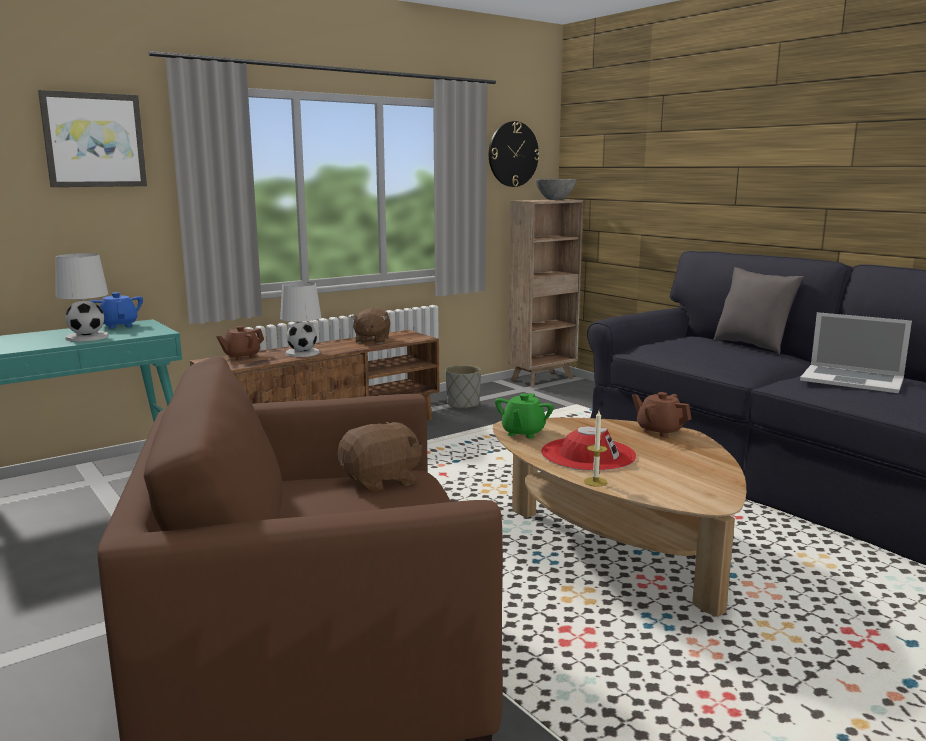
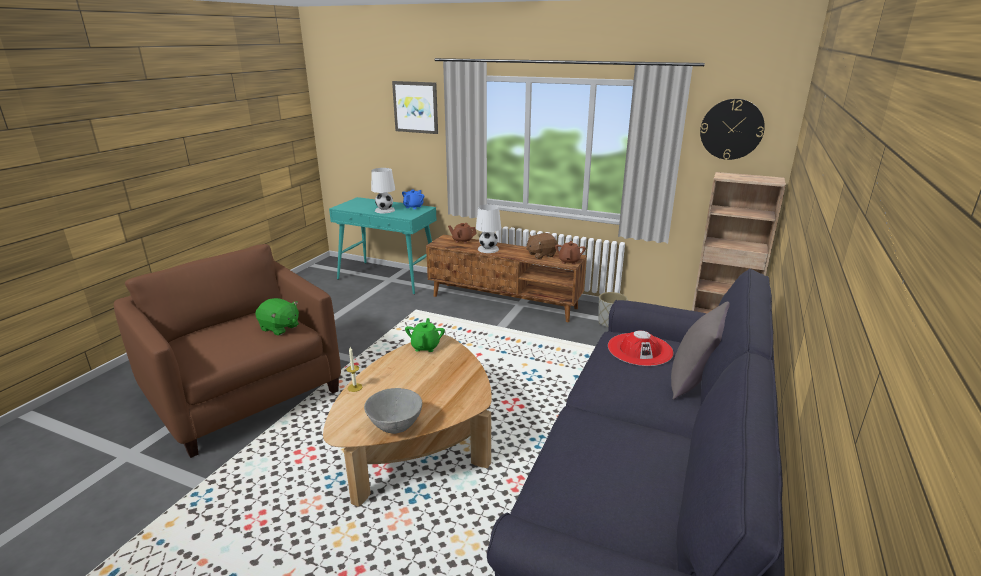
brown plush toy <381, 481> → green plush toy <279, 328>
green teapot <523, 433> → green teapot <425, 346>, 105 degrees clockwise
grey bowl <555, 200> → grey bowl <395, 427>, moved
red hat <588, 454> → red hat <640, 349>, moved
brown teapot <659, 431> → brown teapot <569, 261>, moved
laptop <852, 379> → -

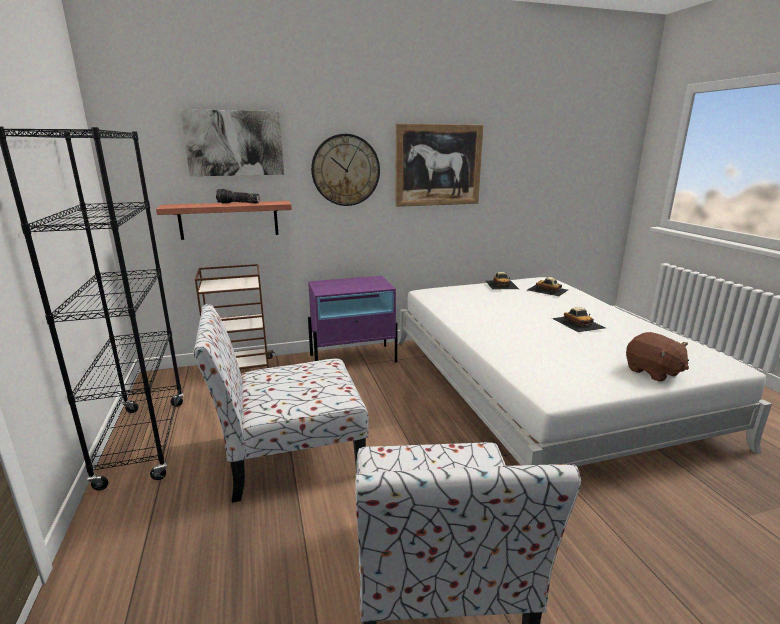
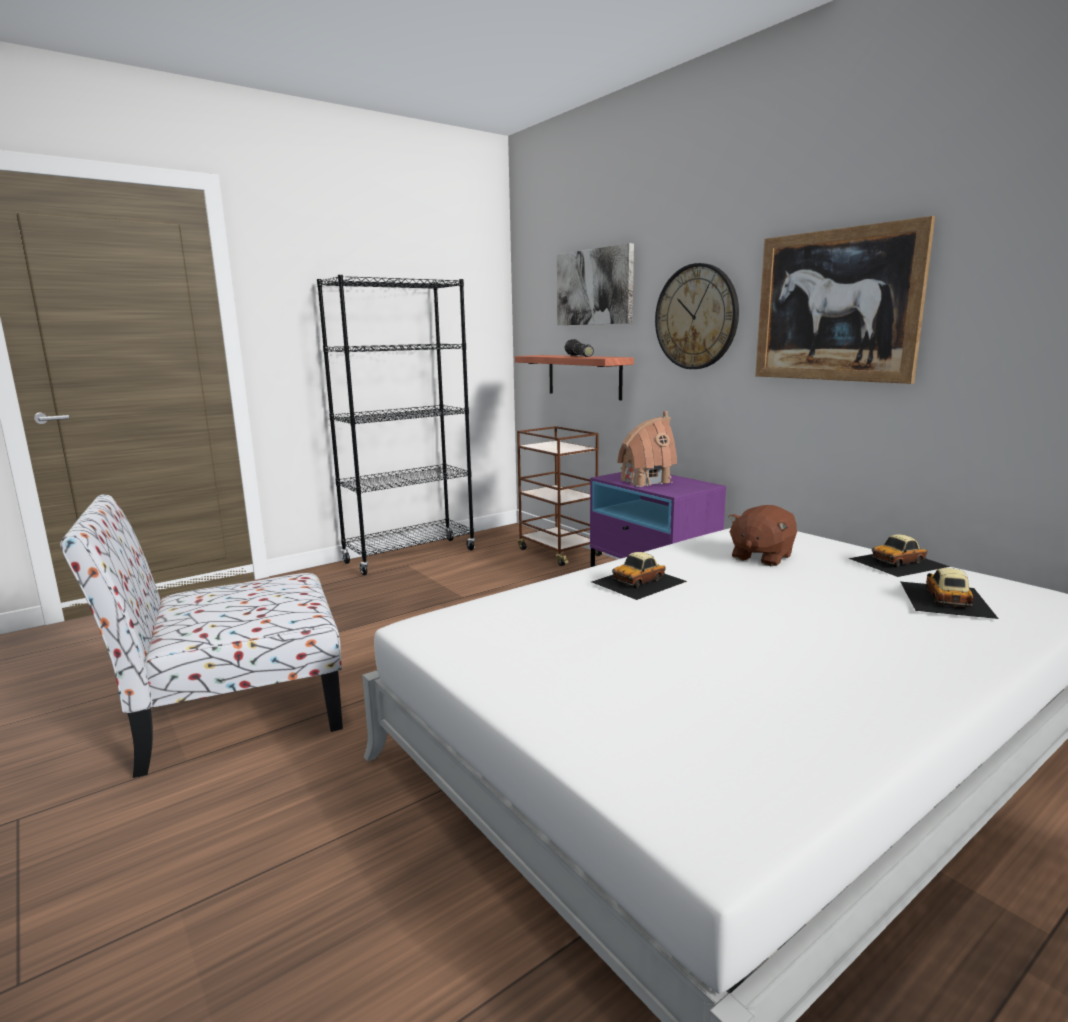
chair <290, 456> → -
toy car <578, 323> → toy car <639, 581>, moved
brown plush toy <653, 372> → brown plush toy <761, 557>, moved
- → toy house <645, 481>

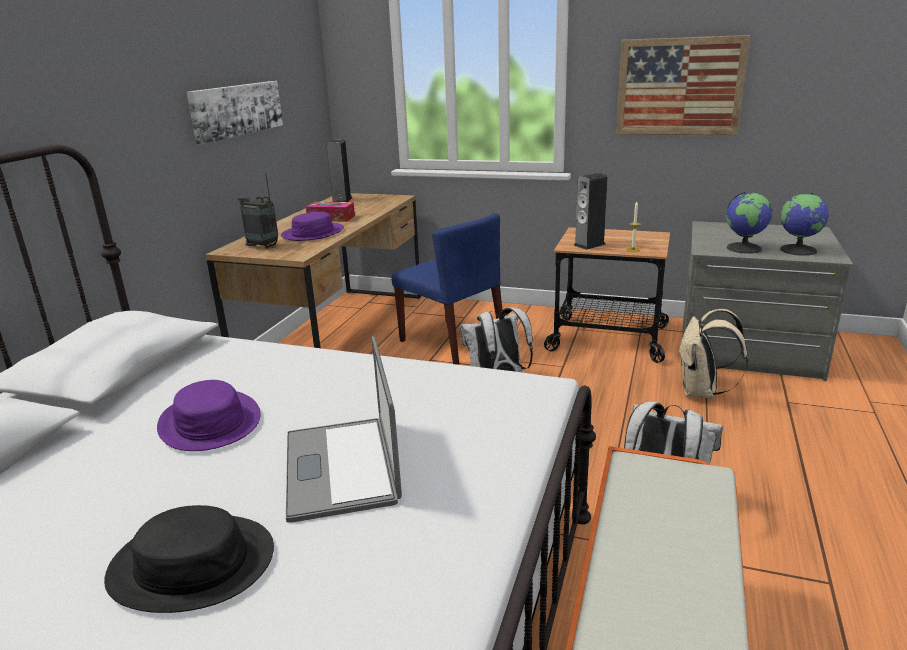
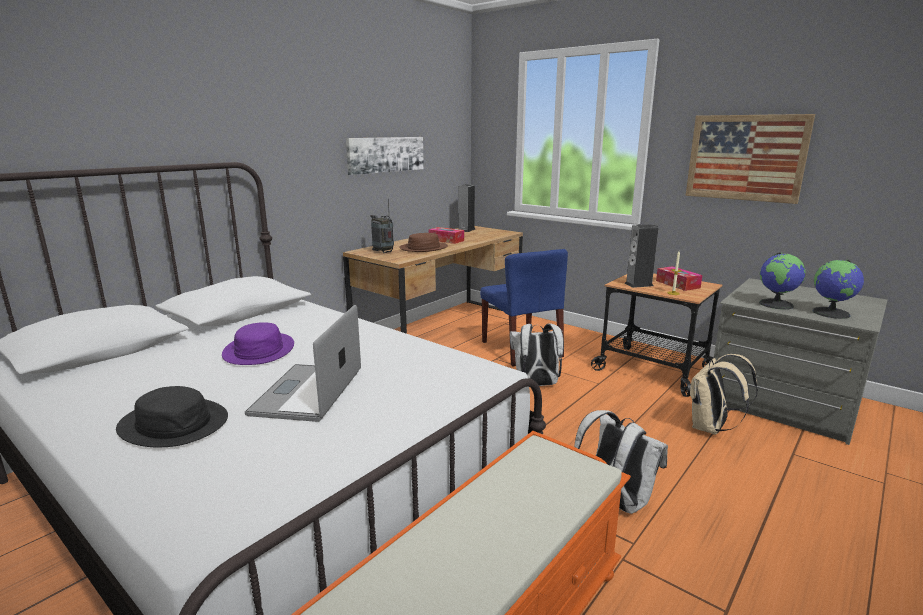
purple hat <313, 233> → brown hat <423, 248>
- → tissue box <677, 284>

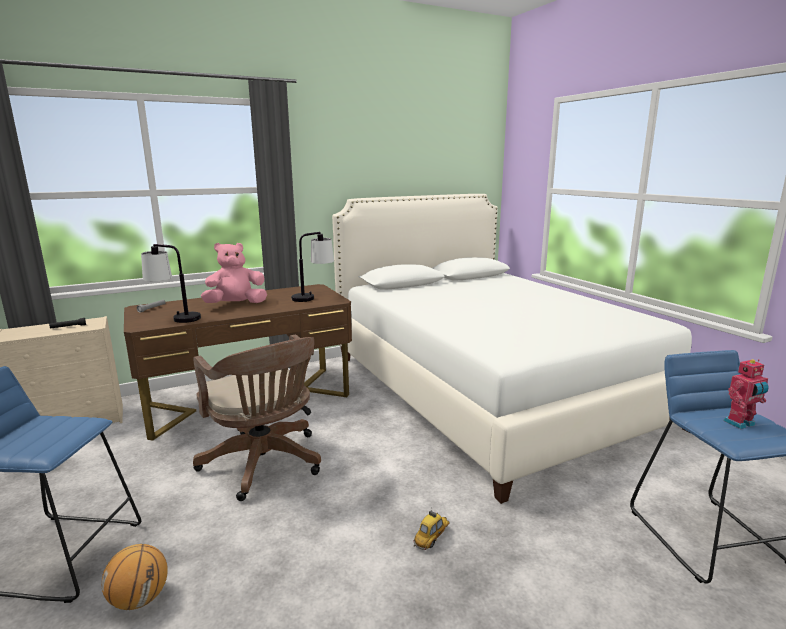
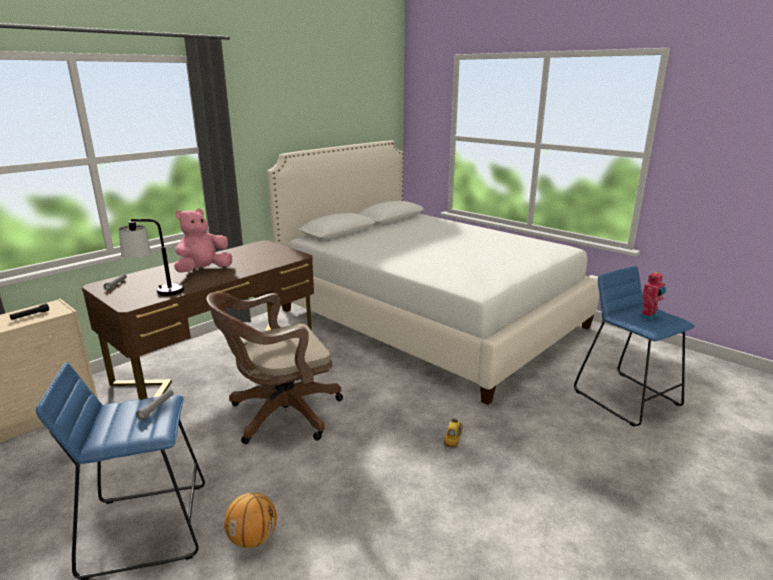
brown office chair <265, 464> → brown office chair <280, 414>, 120 degrees clockwise
table lamp <313, 297> → -
- → grey flashlight <156, 408>

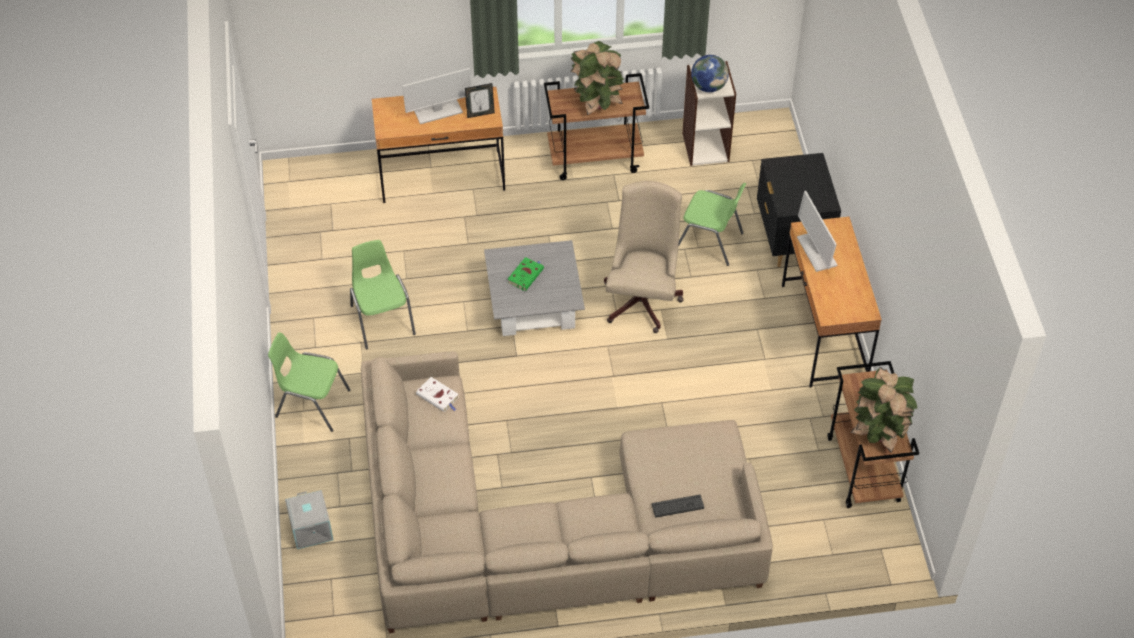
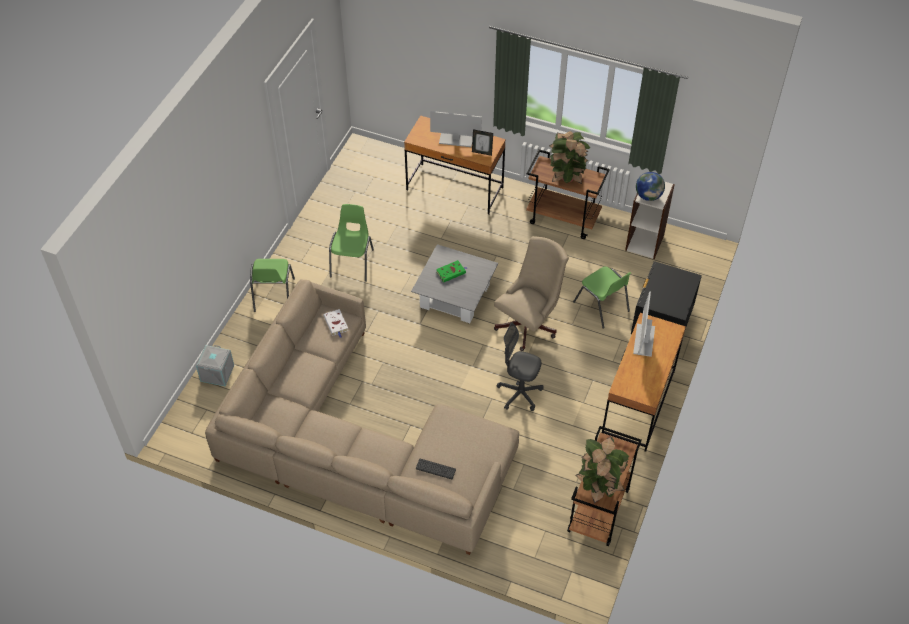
green chair <311, 403> → green chair <273, 295>, 135 degrees counterclockwise
- → grey office chair <519, 393>

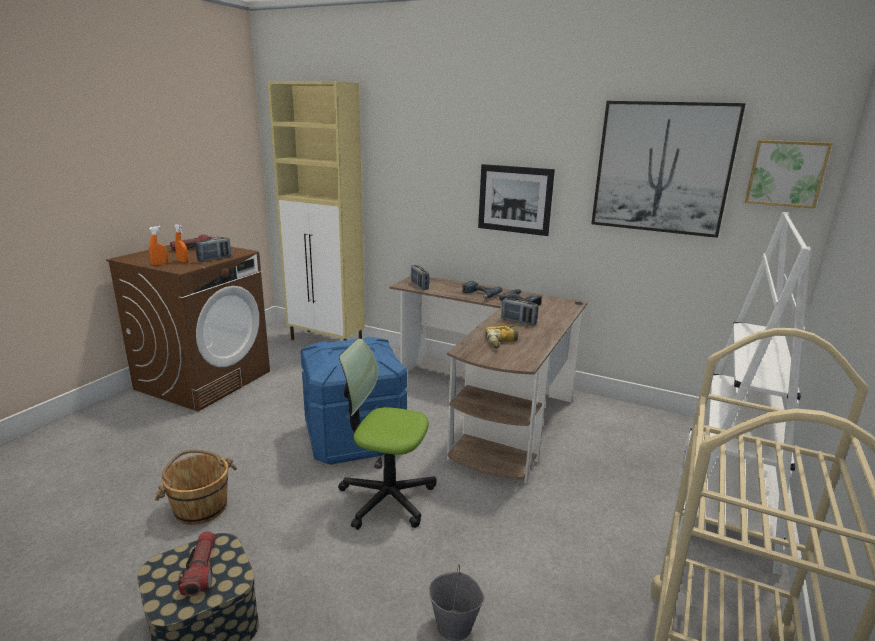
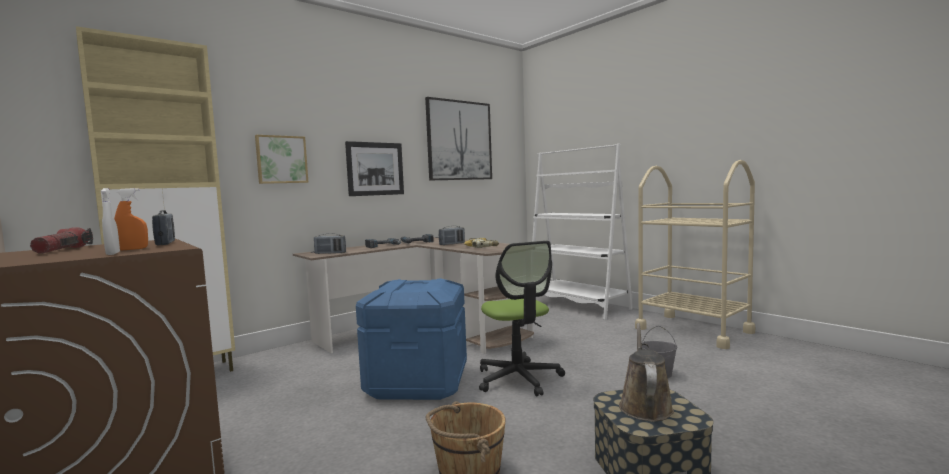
orange spray bottle <159, 264> → white spray bottle <113, 253>
flashlight <201, 570> → brown watering can <644, 406>
office chair <387, 498> → office chair <518, 378>, 60 degrees counterclockwise
picture <786, 173> → picture <281, 159>, moved

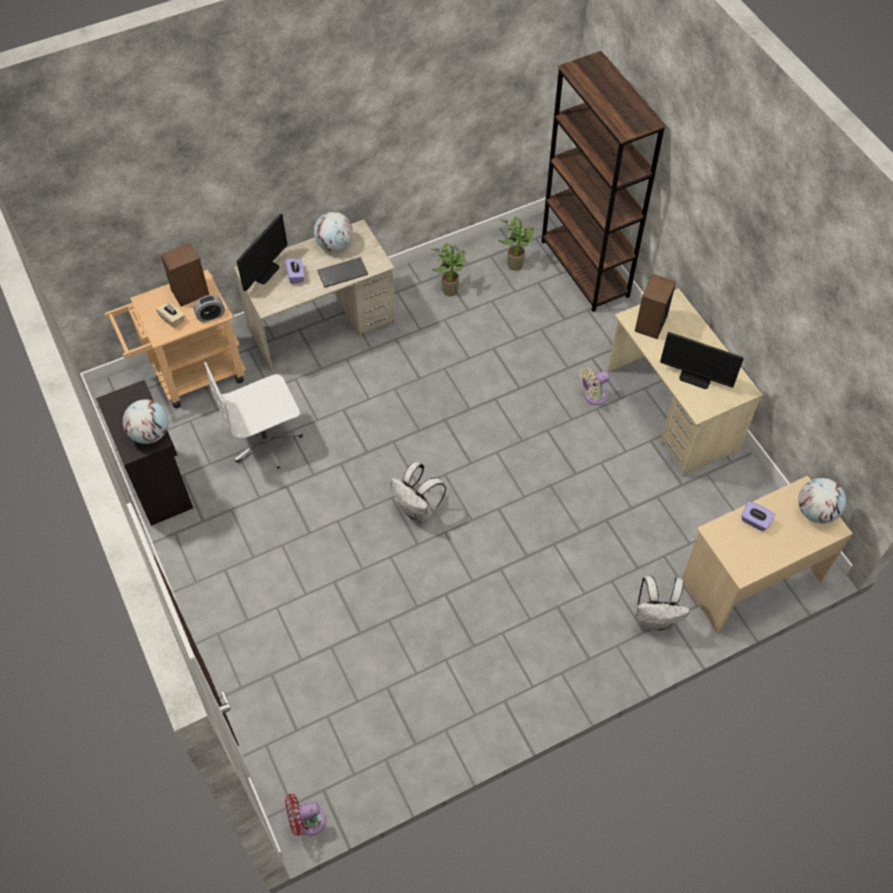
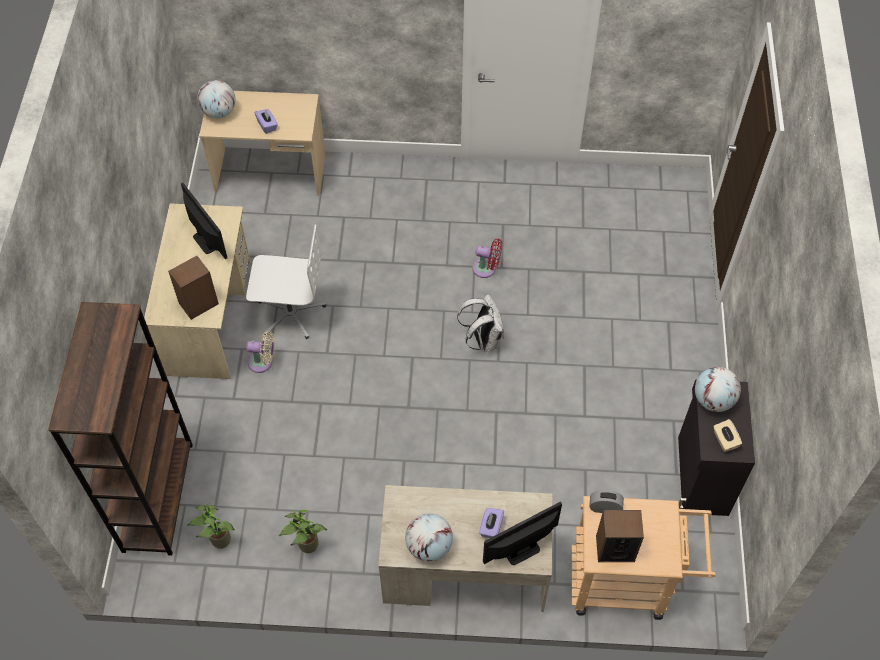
beige tissue box <172, 319> → beige tissue box <724, 440>, moved
white office chair <266, 441> → white office chair <290, 312>, moved
red fan <307, 821> → red fan <486, 269>, moved
keyboard <343, 272> → -
white backpack <655, 619> → -

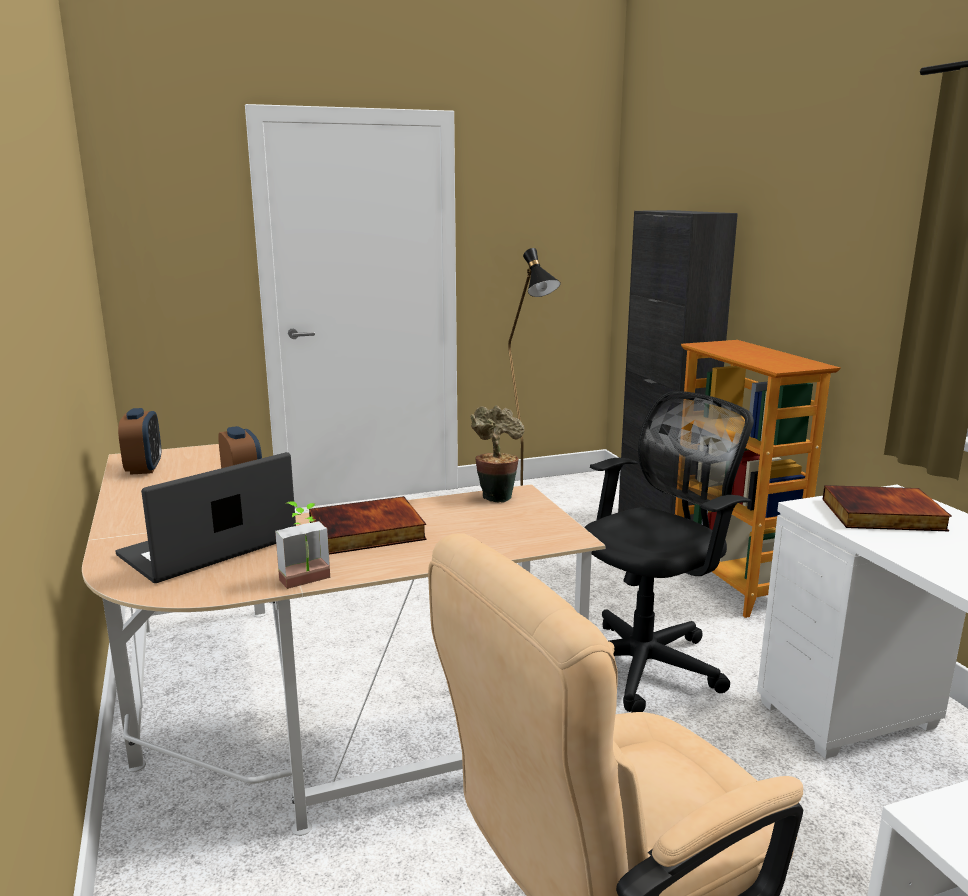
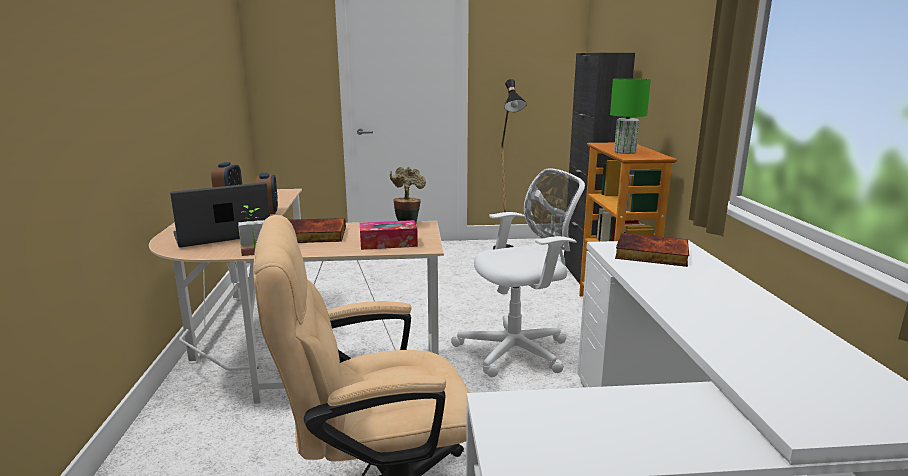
black office chair <646, 664> → white office chair <518, 350>
- → tissue box <388, 243>
- → green table lamp <624, 152>

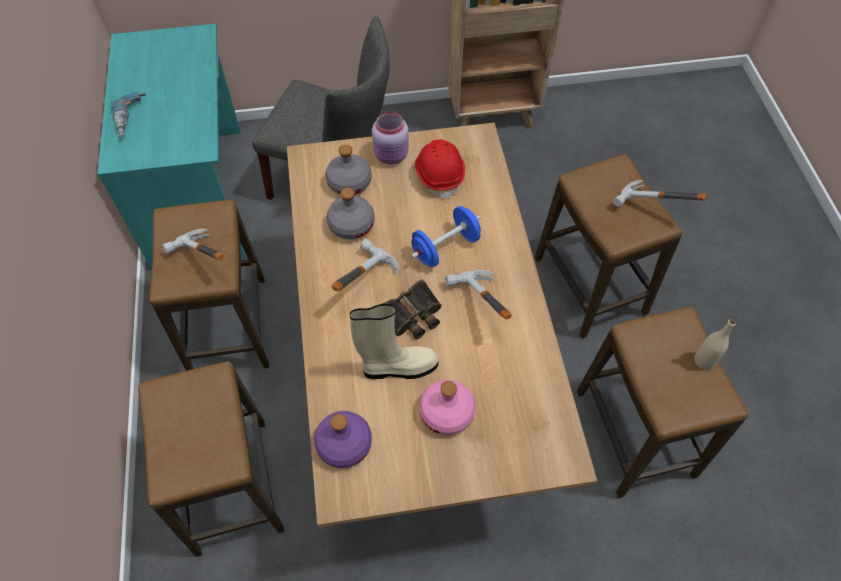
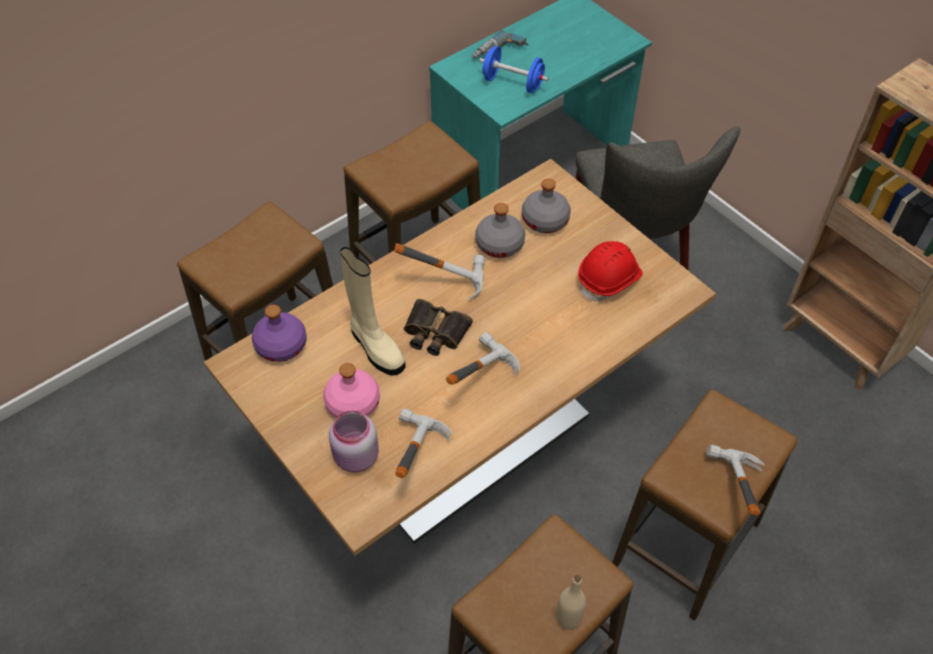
hammer <199, 264> → hammer <409, 456>, moved
pink jar <392, 155> → pink jar <355, 458>, moved
blue dumbbell <445, 247> → blue dumbbell <512, 83>, moved

